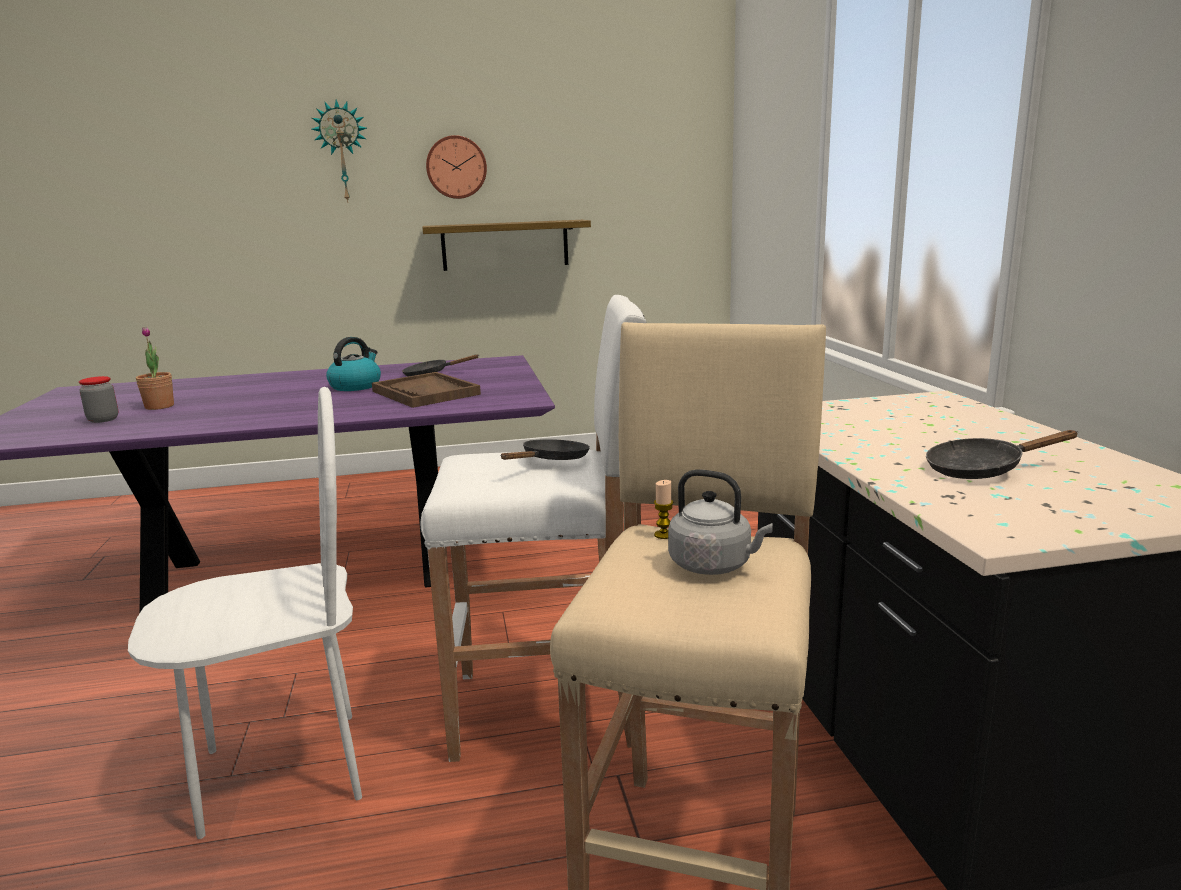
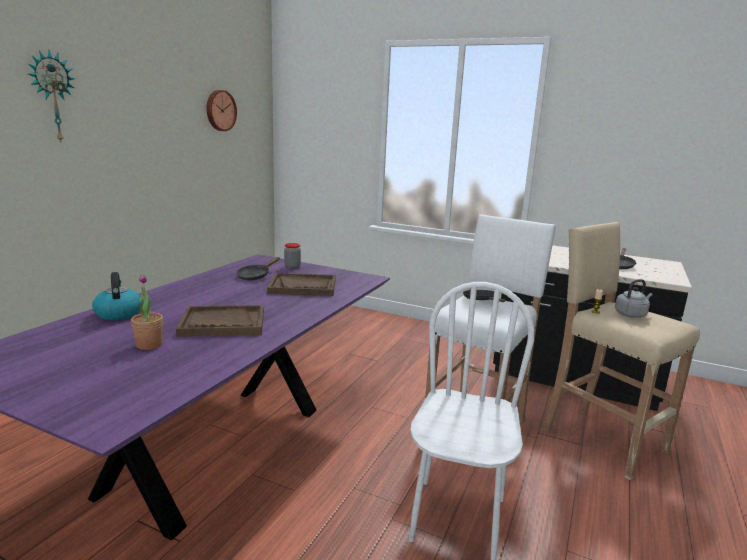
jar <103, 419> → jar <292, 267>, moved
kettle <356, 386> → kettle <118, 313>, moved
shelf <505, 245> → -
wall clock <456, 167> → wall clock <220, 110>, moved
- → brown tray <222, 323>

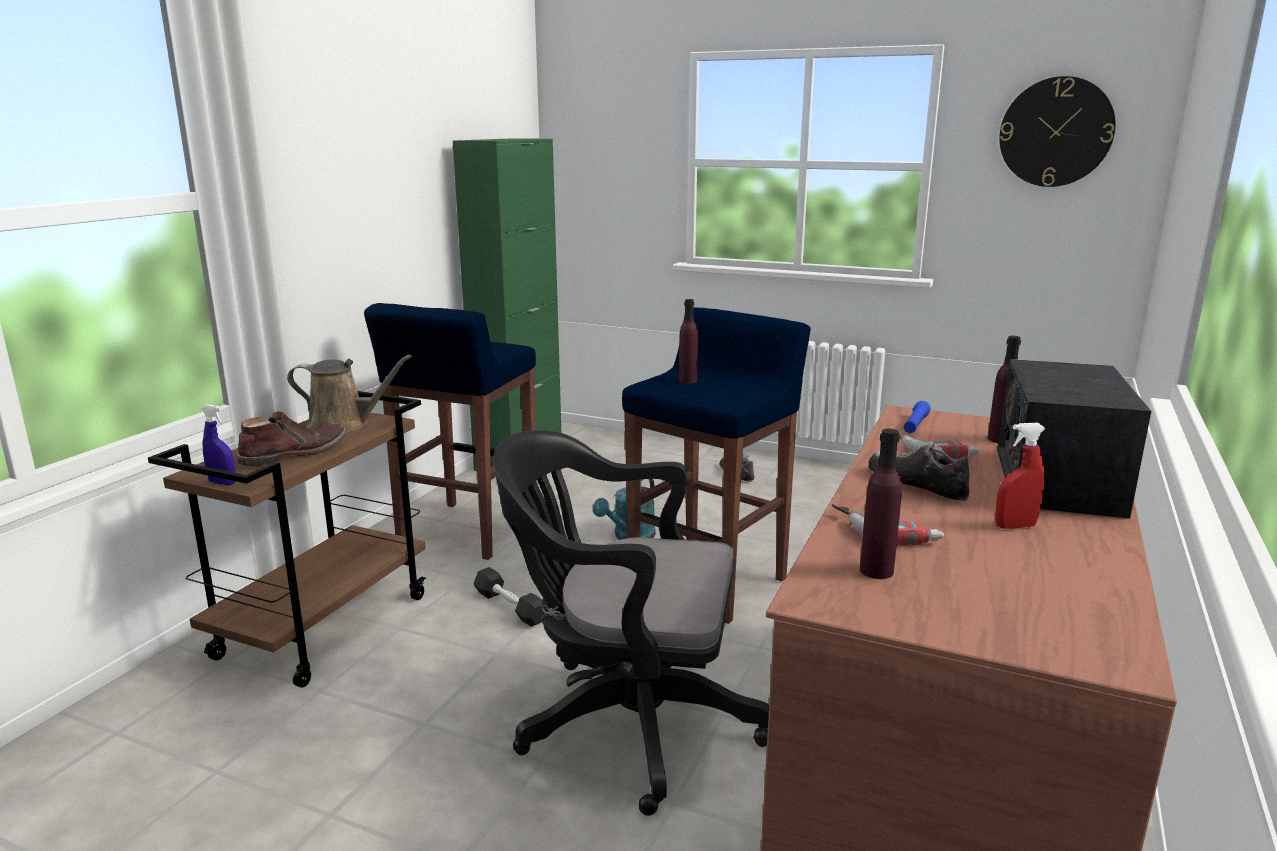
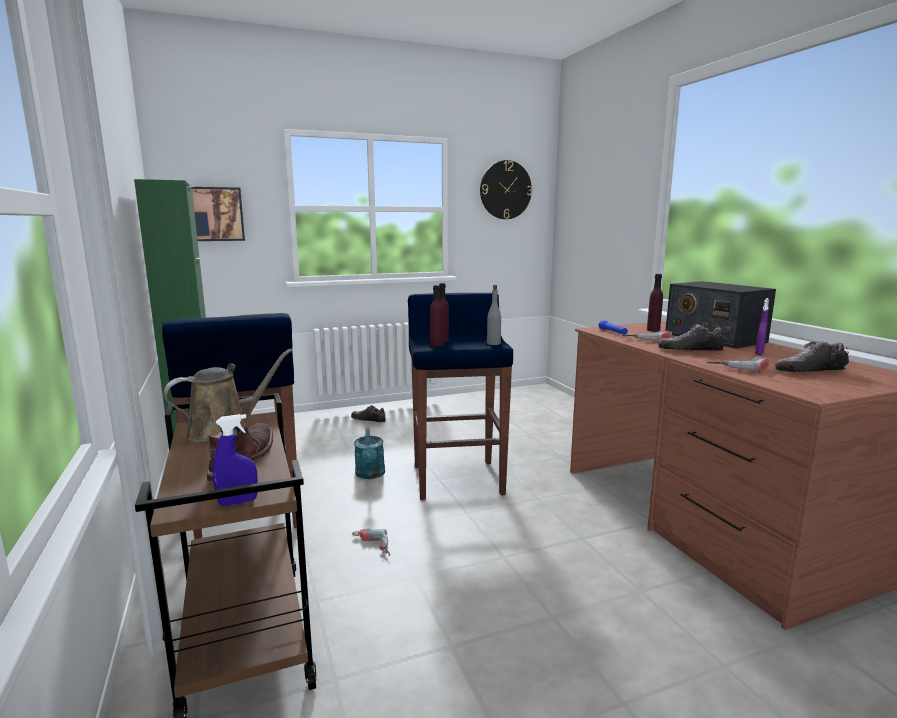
black dumbbell <510, 607> → power drill <370, 547>
black office chair <626, 722> → -
purple bottle <876, 571> → purple bottle <436, 345>, moved
red spray bottle <1015, 526> → purple spray bottle <759, 353>
- → picture <214, 214>
- → grey bottle <493, 343>
- → shoe <809, 371>

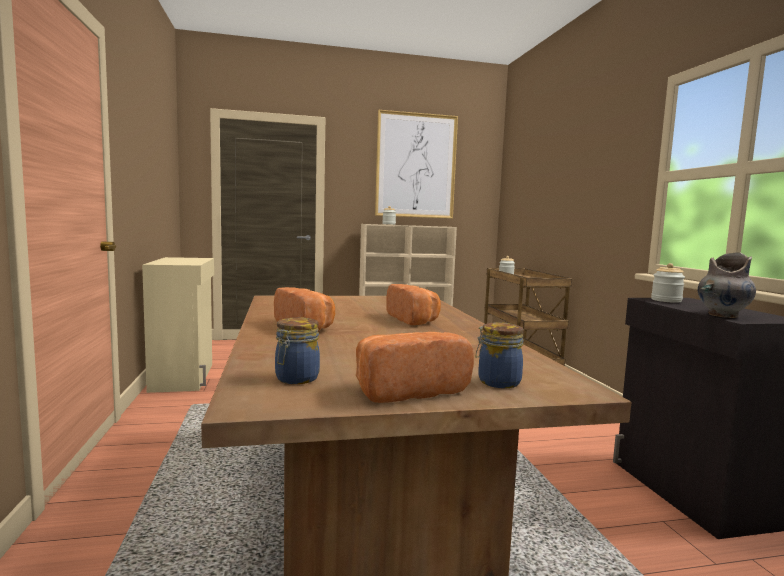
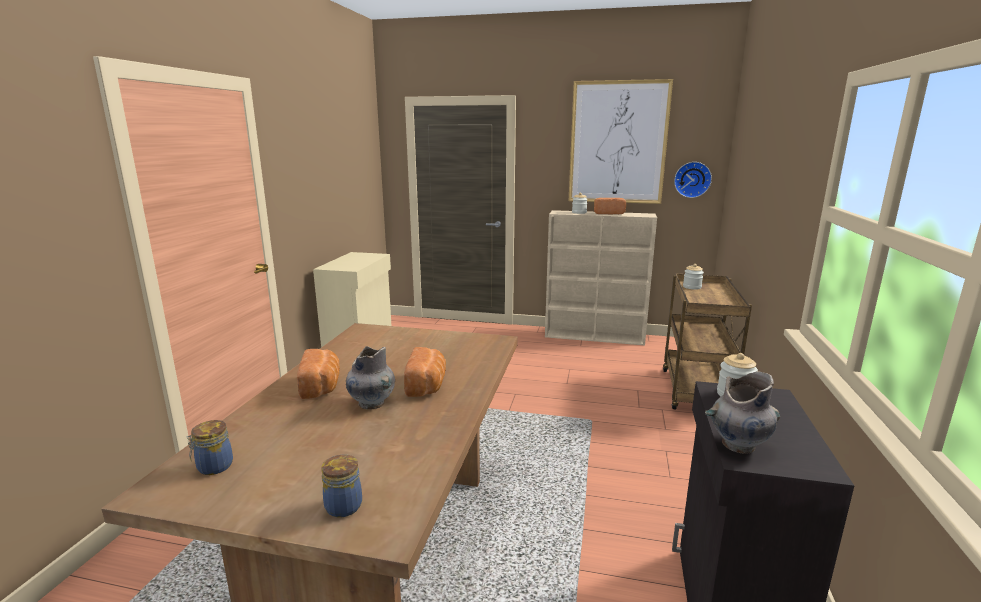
bread <407, 389> → bread <608, 213>, moved
- → grey vase <371, 403>
- → wall clock <692, 179>

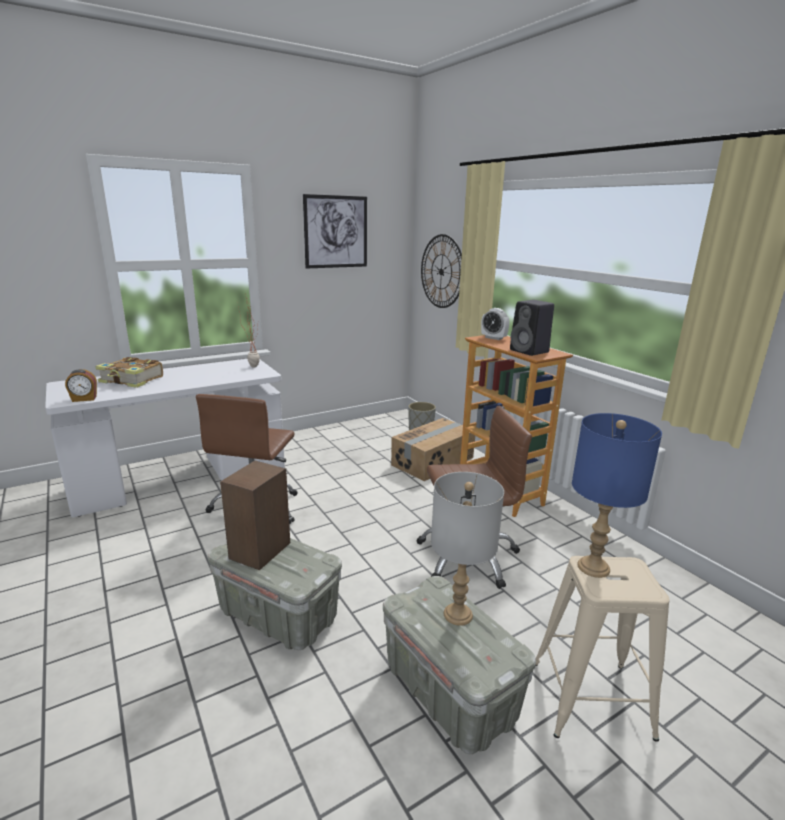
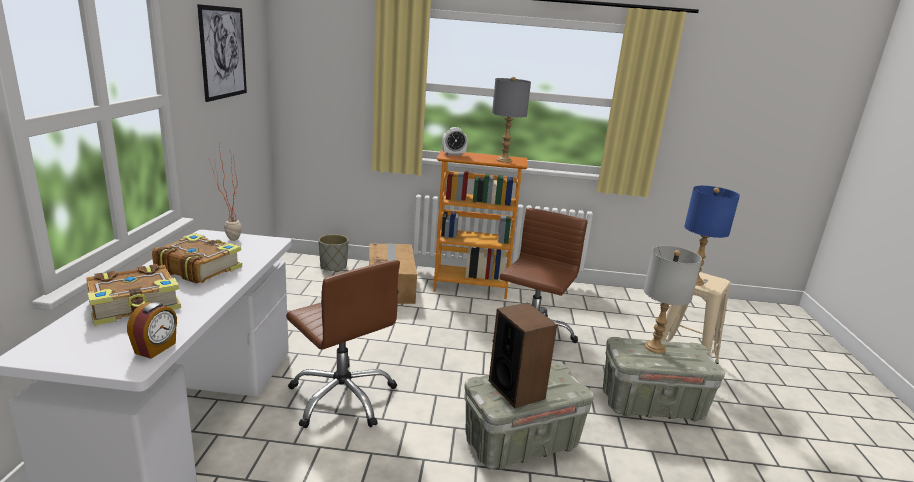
wall clock <441, 271> → -
black speaker <530, 351> → grey table lamp <504, 160>
- → book <198, 268>

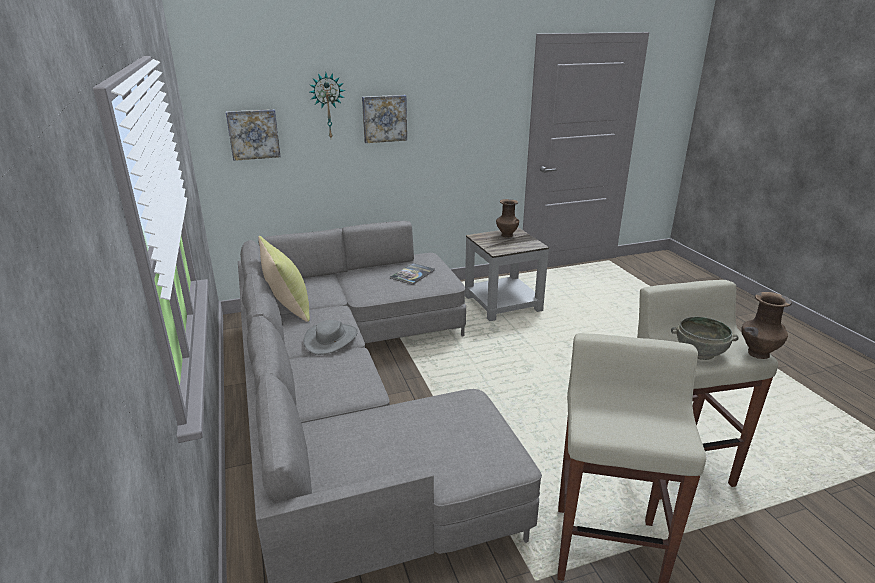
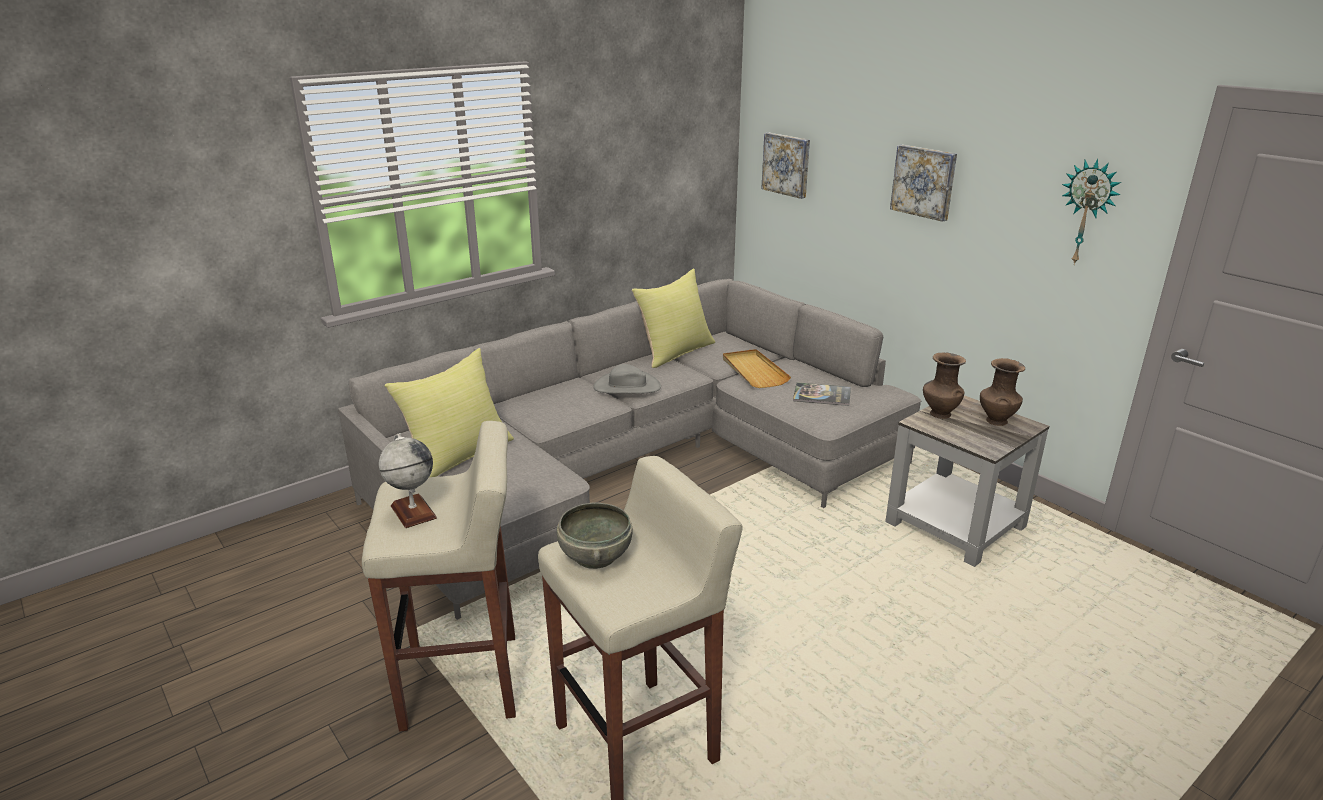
wall clock <327, 106> → wall clock <1087, 212>, moved
brown vase <757, 354> → brown vase <939, 414>, moved
- → globe <413, 512>
- → yellow pillow <458, 456>
- → beige tray <754, 371>

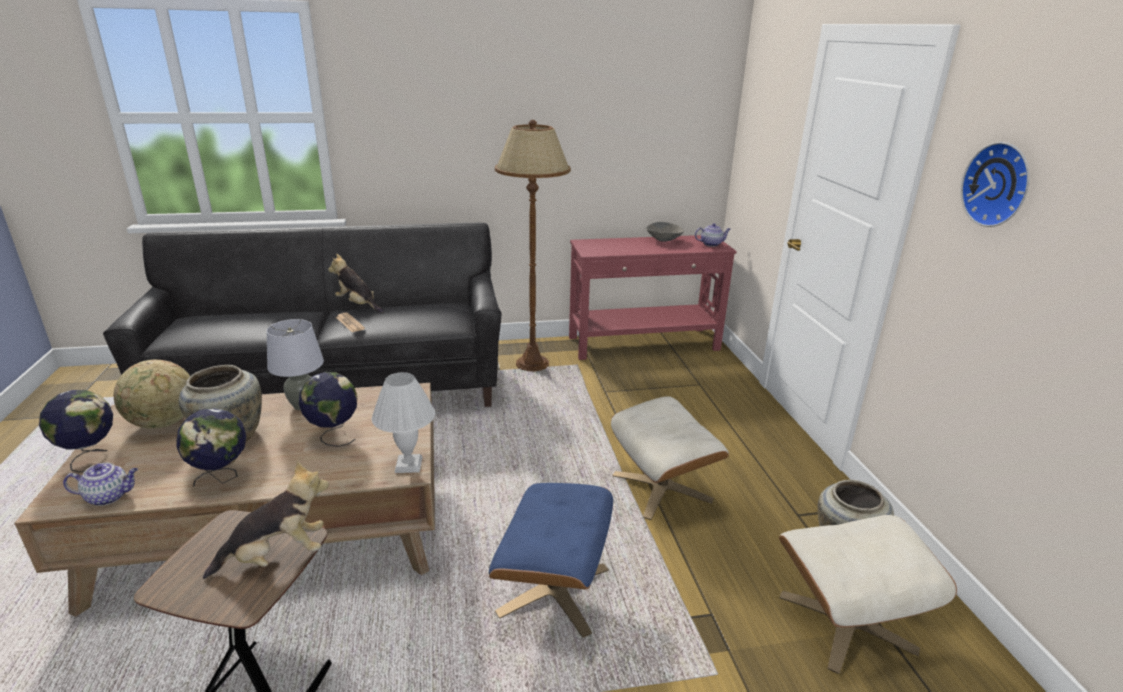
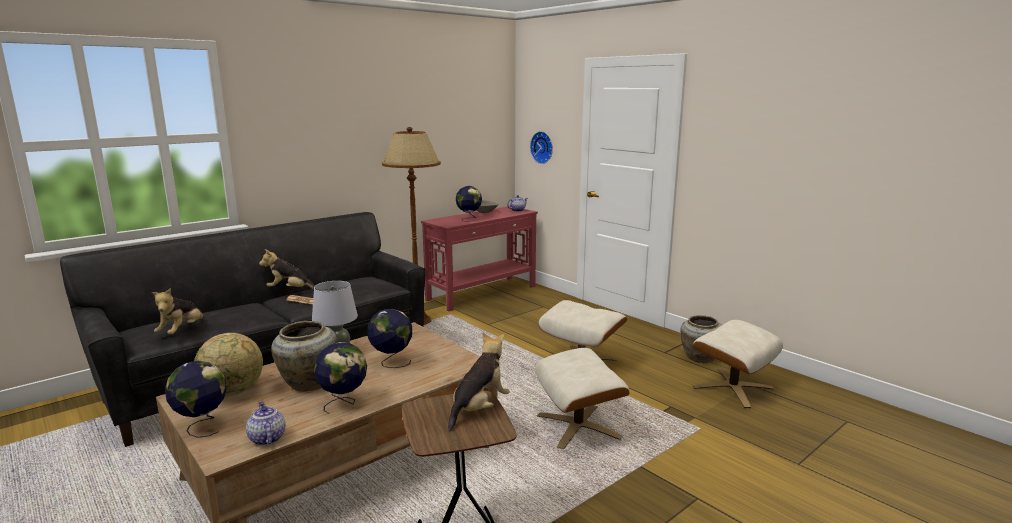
teapot <109, 496> → teapot <266, 438>, 75 degrees counterclockwise
white table lamp <408, 465> → -
blue ottoman <554, 591> → beige ottoman <579, 426>
wall clock <999, 185> → wall clock <543, 147>, moved
- → plush toy <182, 331>
- → globe <469, 219>

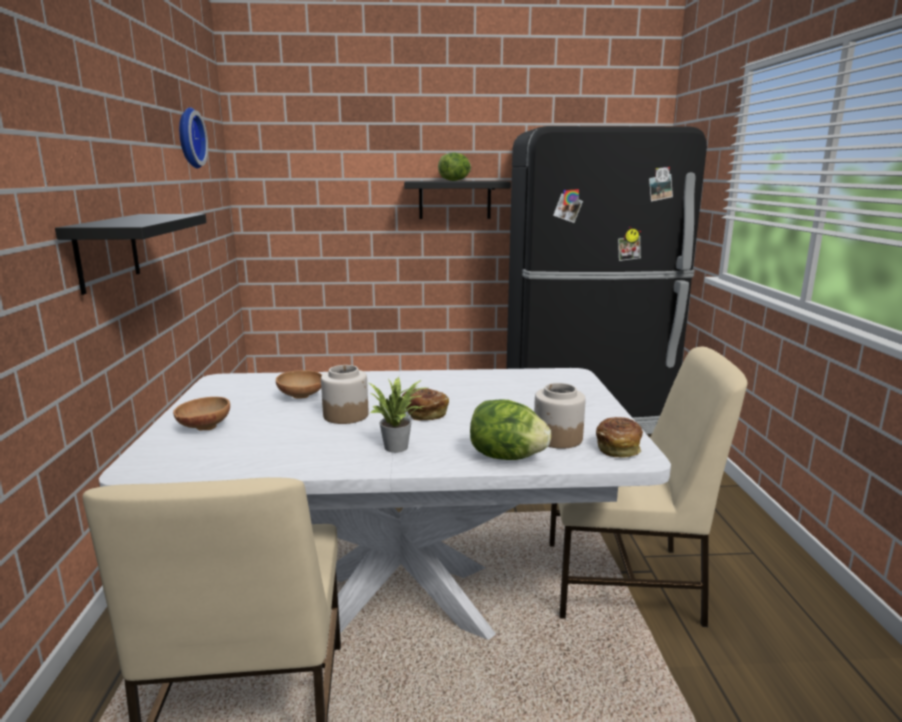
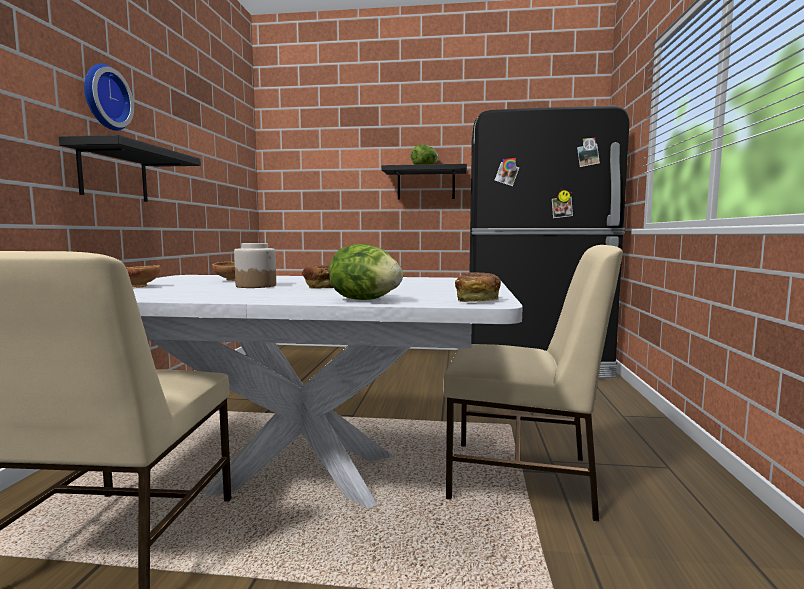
wall clock <188, 138> → wall clock <104, 98>, moved
potted plant <399, 447> → -
jar <557, 438> → -

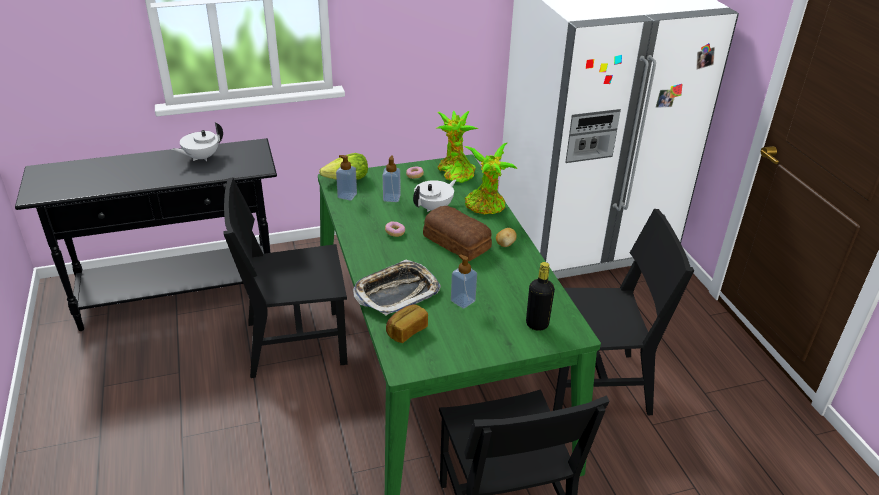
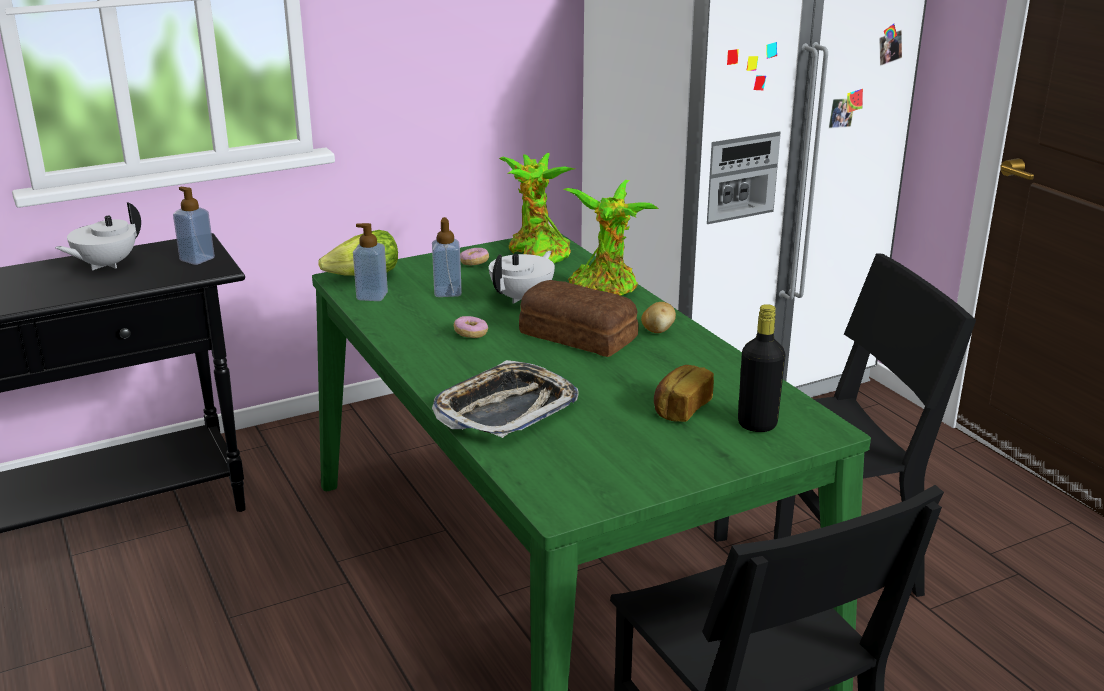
black chair <296, 343> → -
bread <406, 330> → bread <680, 408>, moved
soap dispenser <463, 301> → soap dispenser <197, 259>, moved

